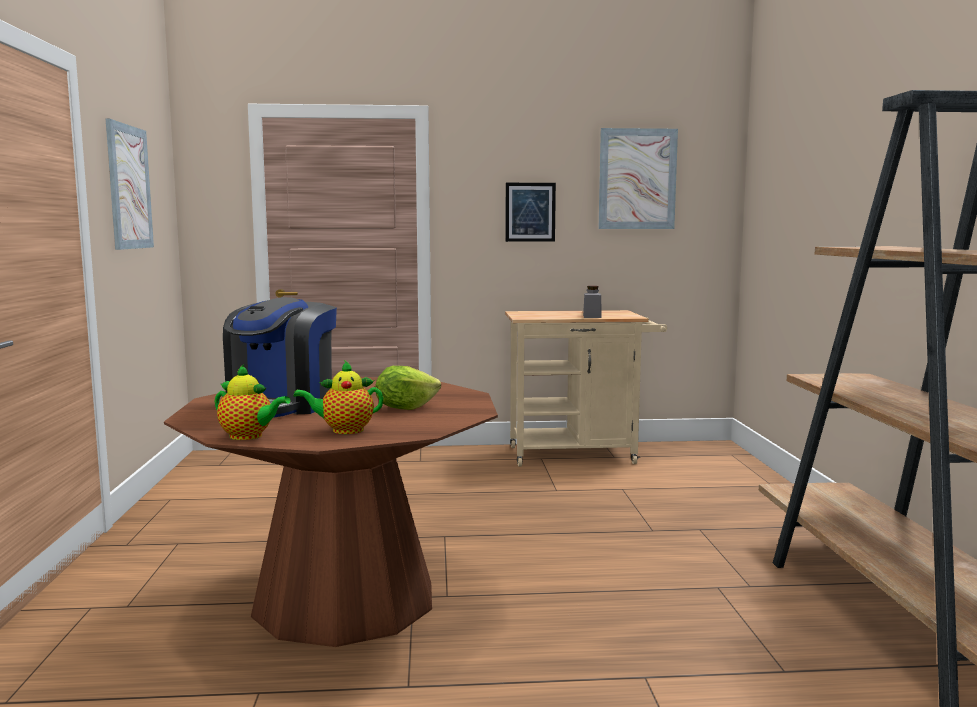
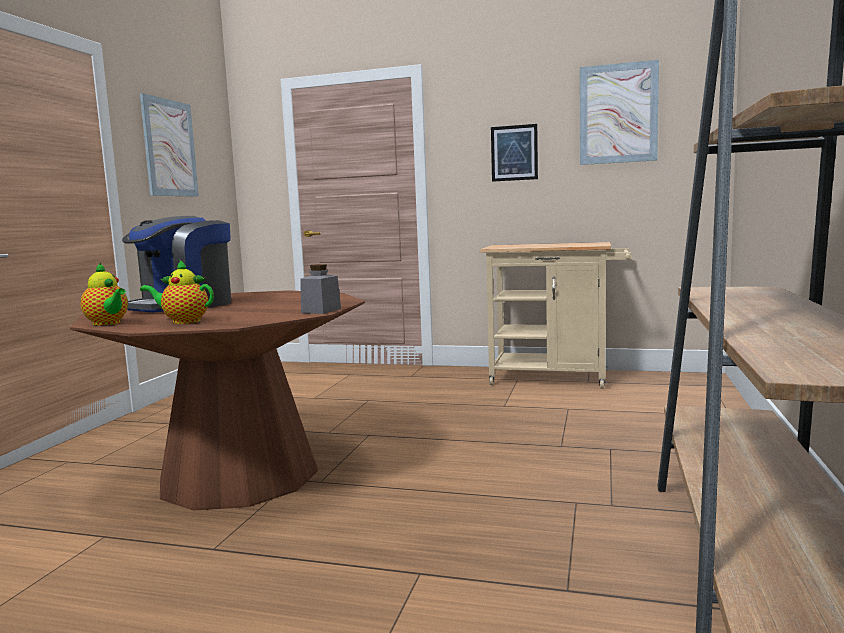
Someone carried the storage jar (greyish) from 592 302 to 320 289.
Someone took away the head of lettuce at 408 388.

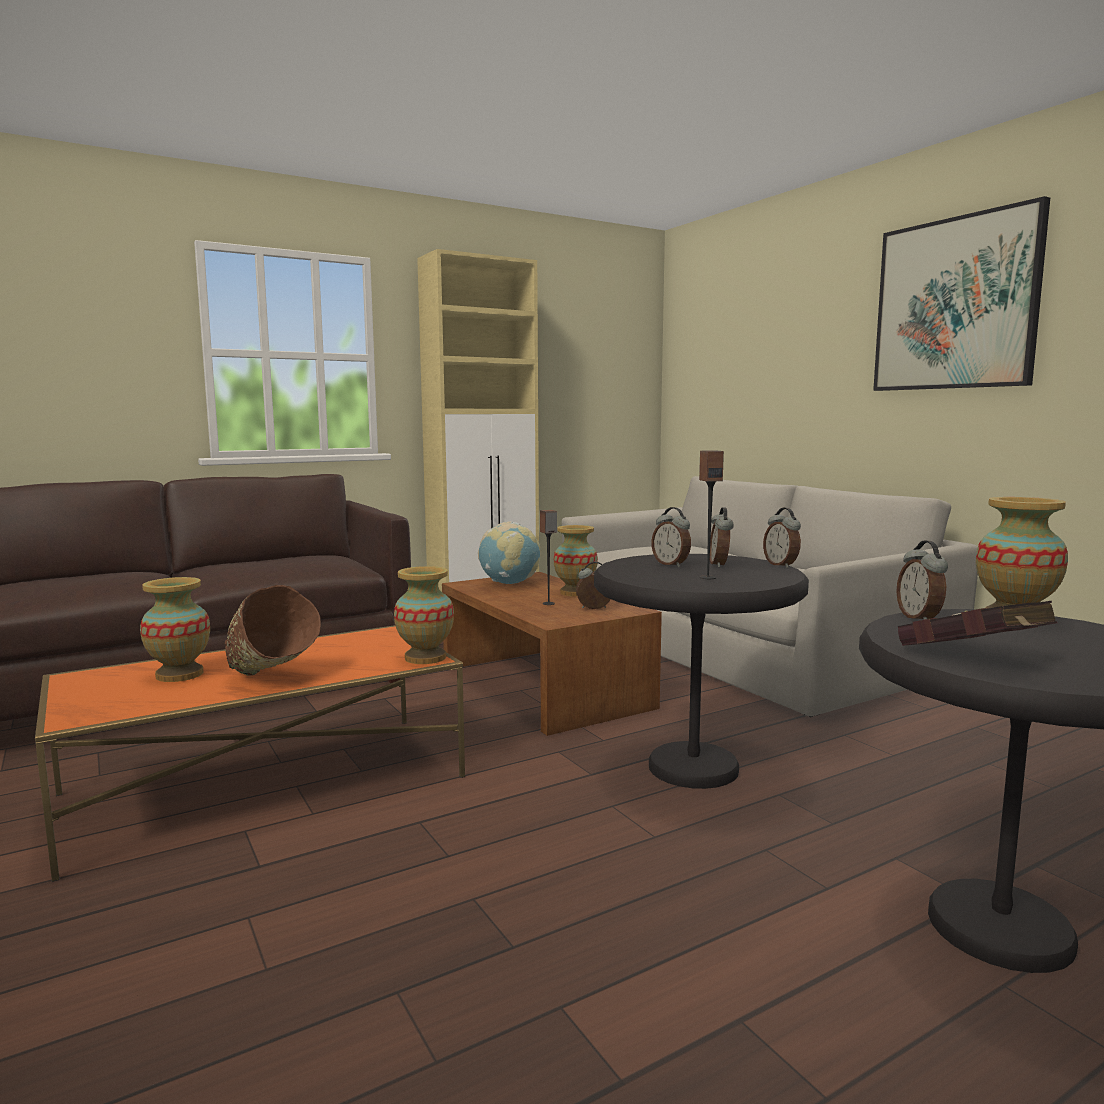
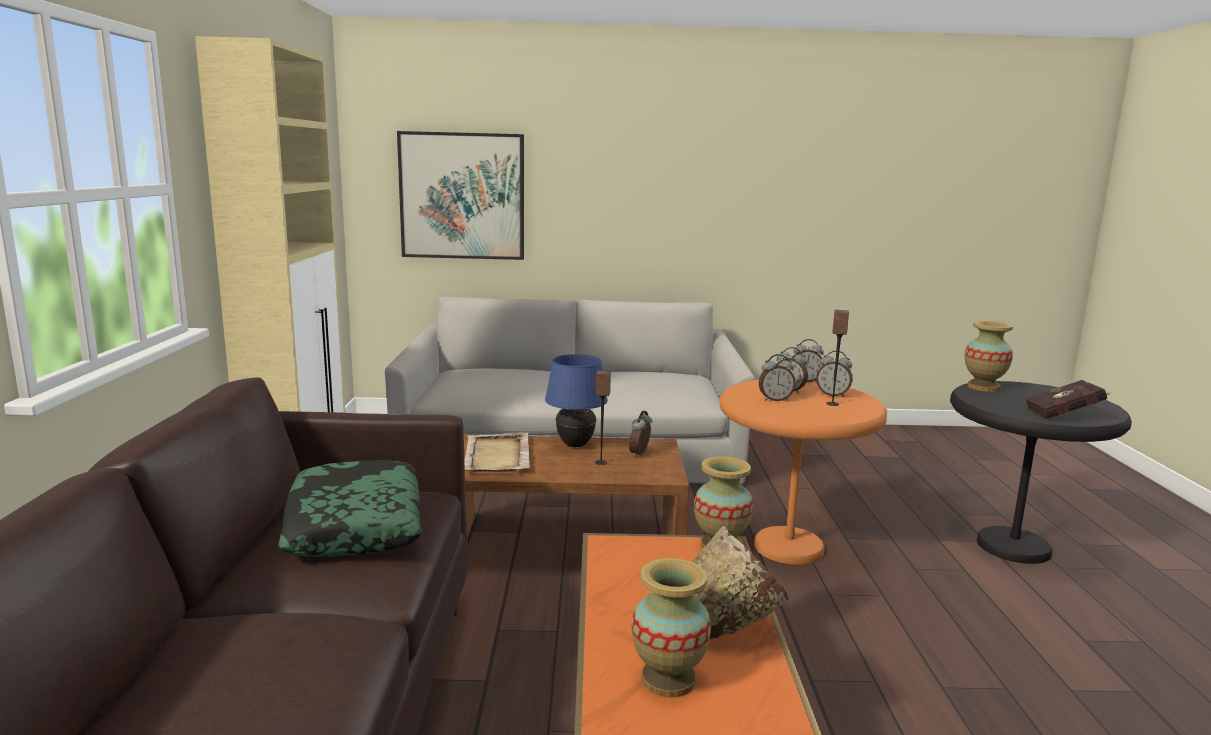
Someone carried the picture from 961 293 to 460 195.
Someone swapped the globe at 509 553 for the tray (sand-coloured) at 497 452.
Someone swapped the flower vase at 576 560 for the tabletop lamp (blue) at 576 400.
Someone carried the alarm clock from 922 580 to 834 374.
Someone repainted the side table (black) at 701 671, which became the side table (orange-coloured) at 803 472.
Someone put down the pillow at 350 509.

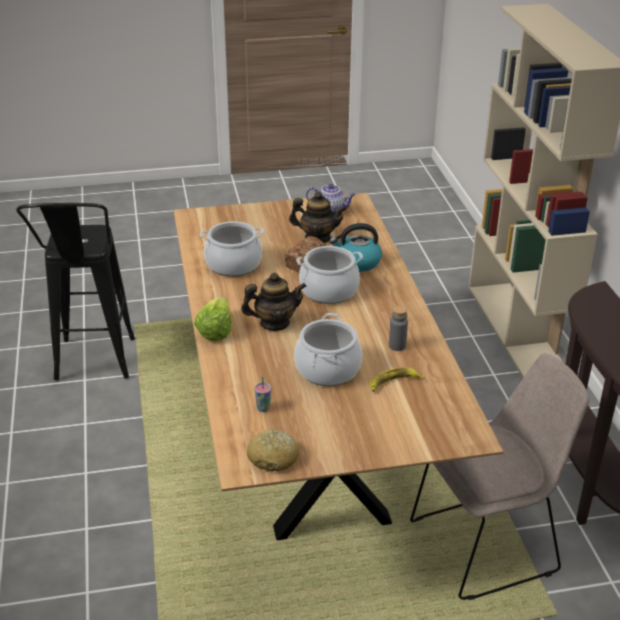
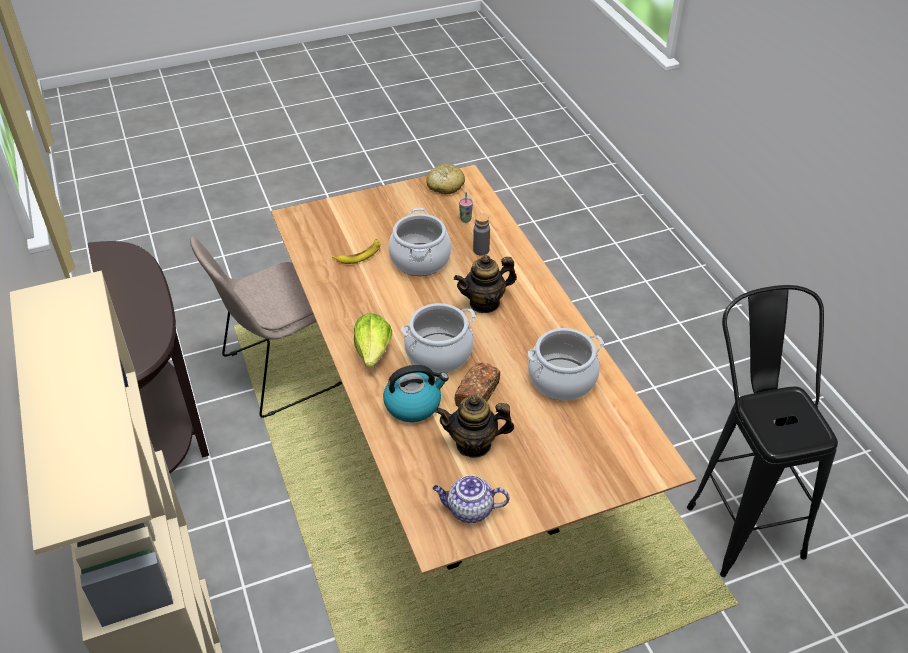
Someone carried the head of lettuce from 213 319 to 373 340.
Someone carried the beverage bottle (greyish) from 398 328 to 481 234.

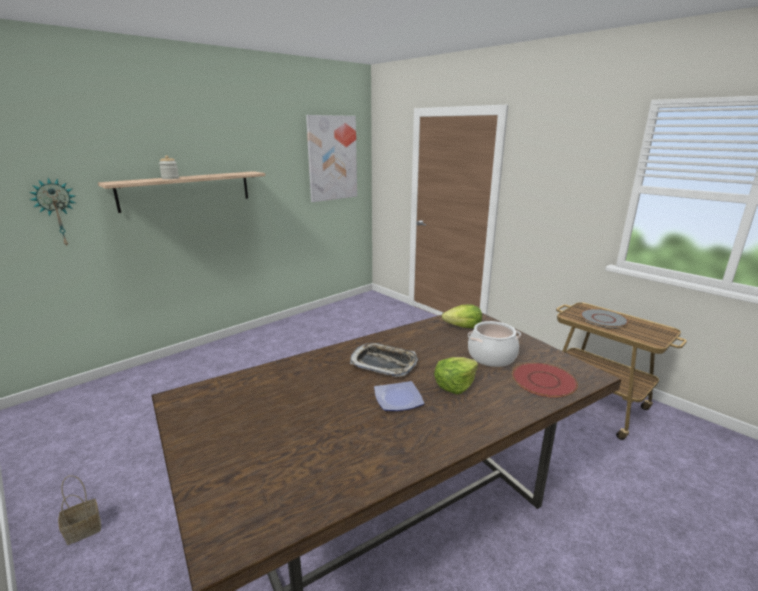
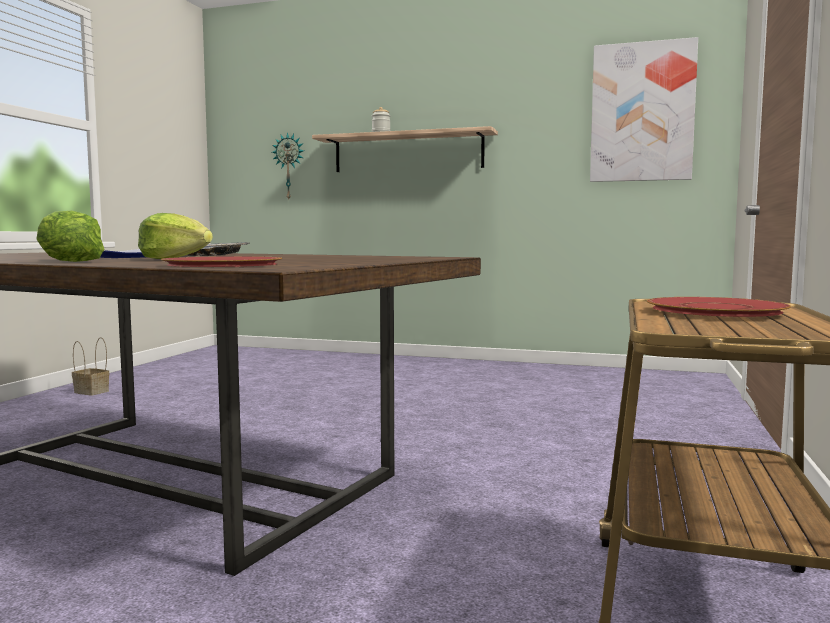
Someone carried the head of lettuce from 462 316 to 70 236.
Someone repainted the dinner plate (greyish) at 604 318, which became the dinner plate (red) at 719 307.
Someone took away the cooking pot at 494 344.

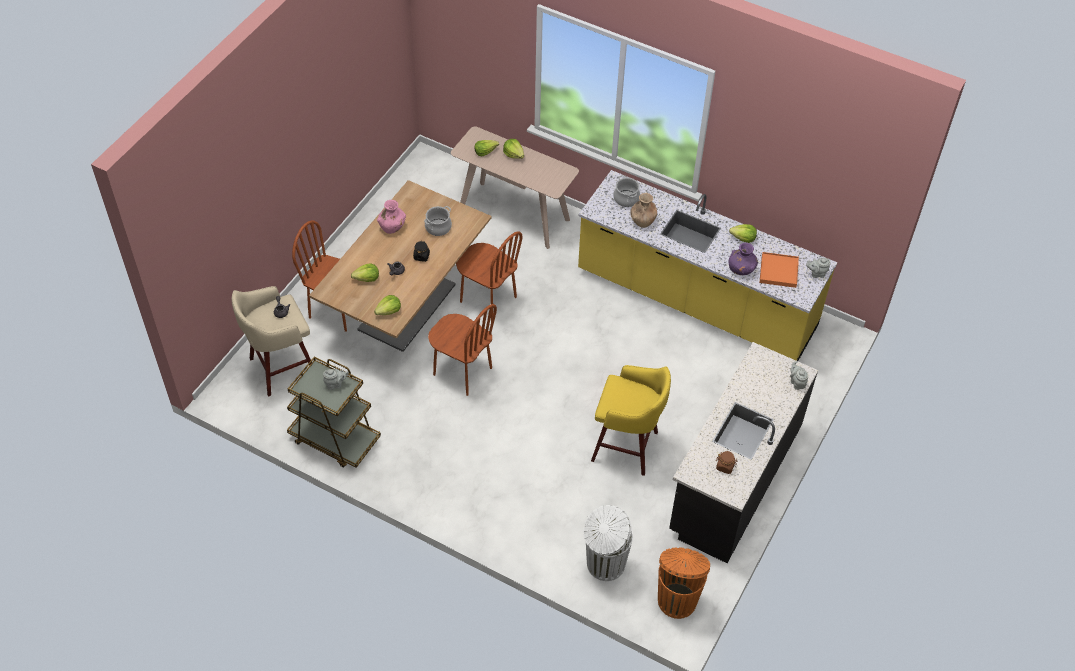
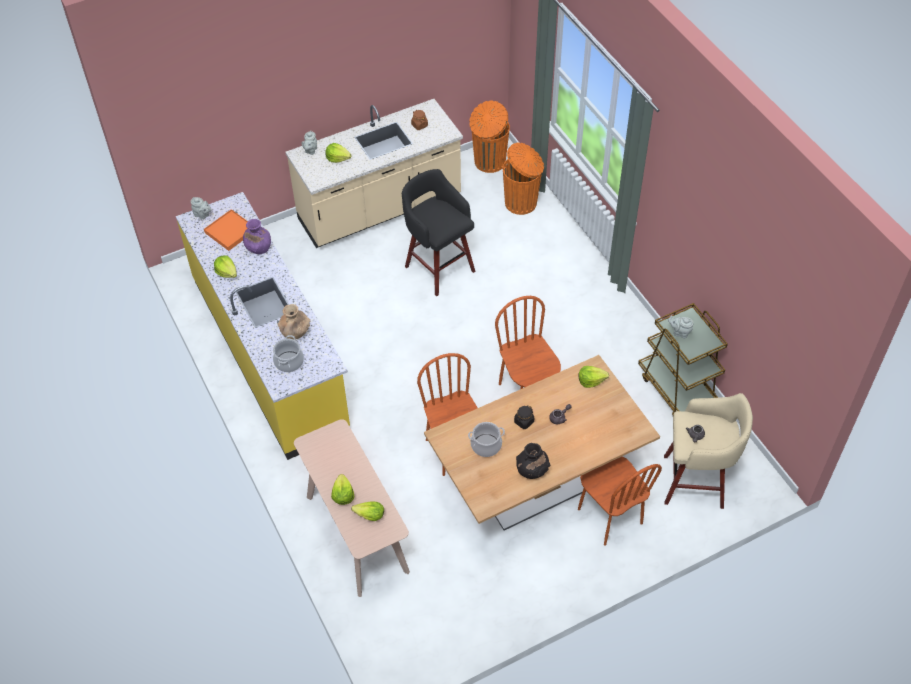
Someone repainted the flower vase (pinkish) at 391 217, which became the flower vase (black) at 533 461.
Someone carried the head of lettuce from 365 273 to 338 153.
Someone repainted the counter (black) at 743 452, which became the counter (sand-coloured) at 374 173.
Someone repainted the stool seat (yellow-coloured) at 631 420, which became the stool seat (black) at 438 232.
Someone repainted the rubbish bin (whitish) at 608 543, which became the rubbish bin (orange-coloured) at 523 179.

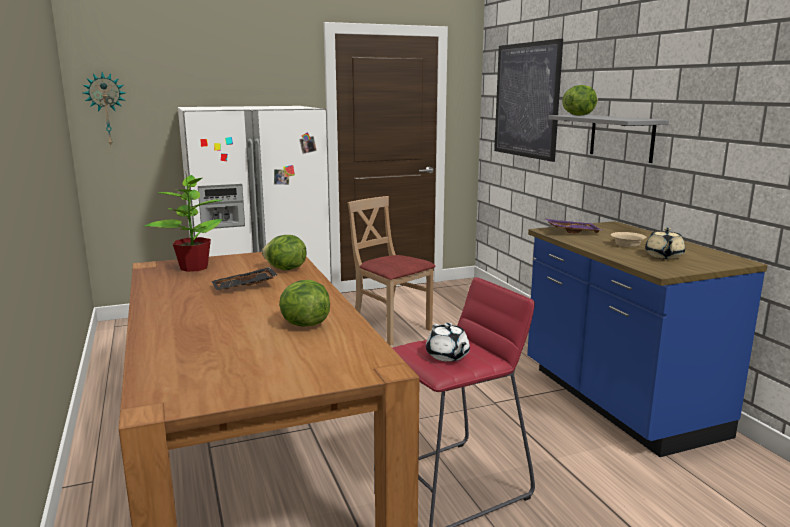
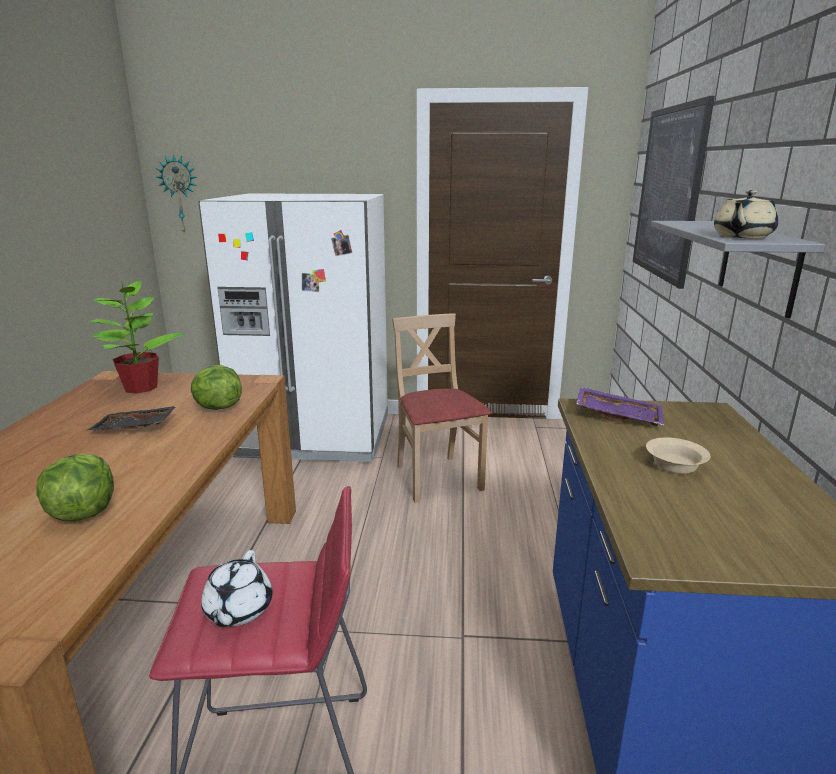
Someone took away the head of lettuce at 580 100.
Someone carried the teapot (sand-coloured) from 665 243 to 746 214.

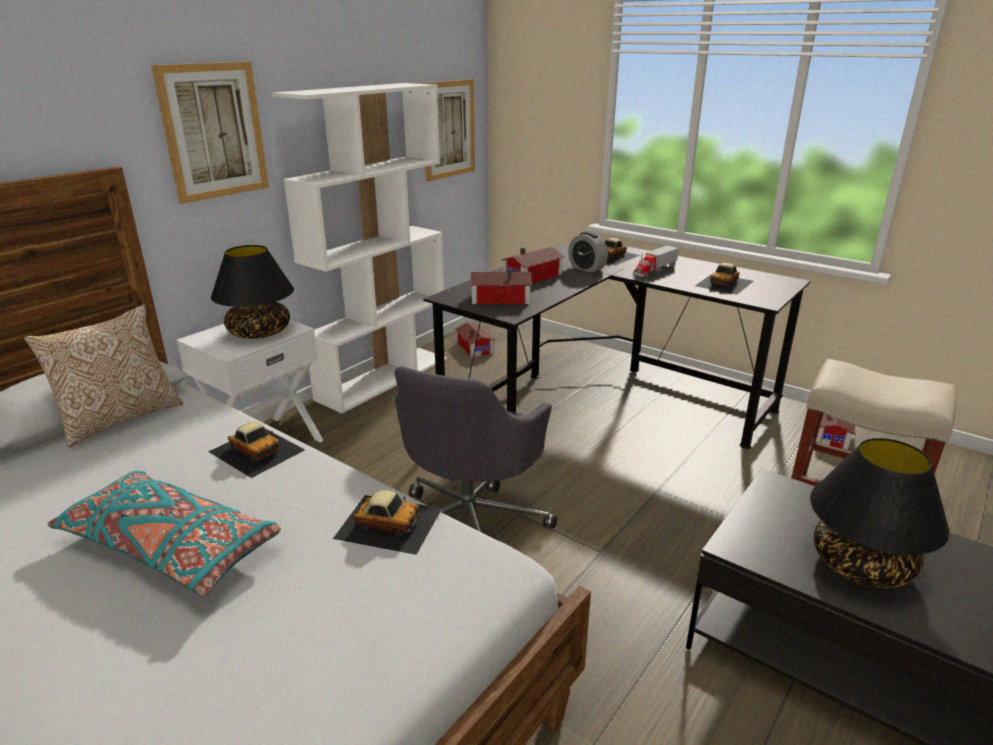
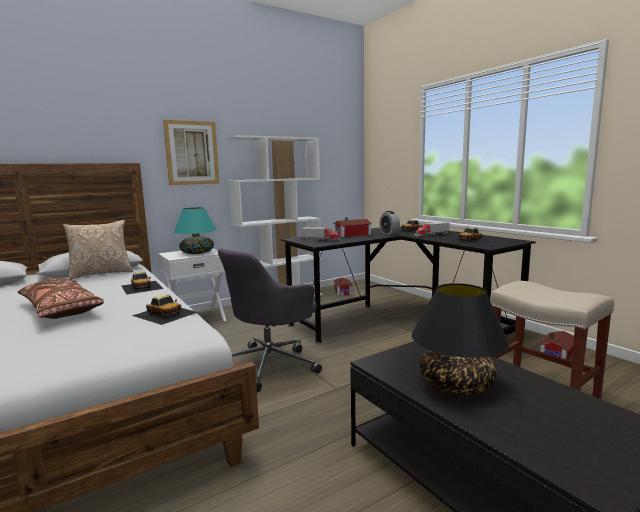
Someone took away the picture at 448 130.
Someone repainted the tabletop lamp (black) at 252 292, which became the tabletop lamp (turquoise-coloured) at 195 230.
Someone swapped the toy house at 501 287 for the model truck at 320 234.
Someone repainted the pillow (turquoise-coloured) at 164 534, which became the pillow (brown) at 61 298.

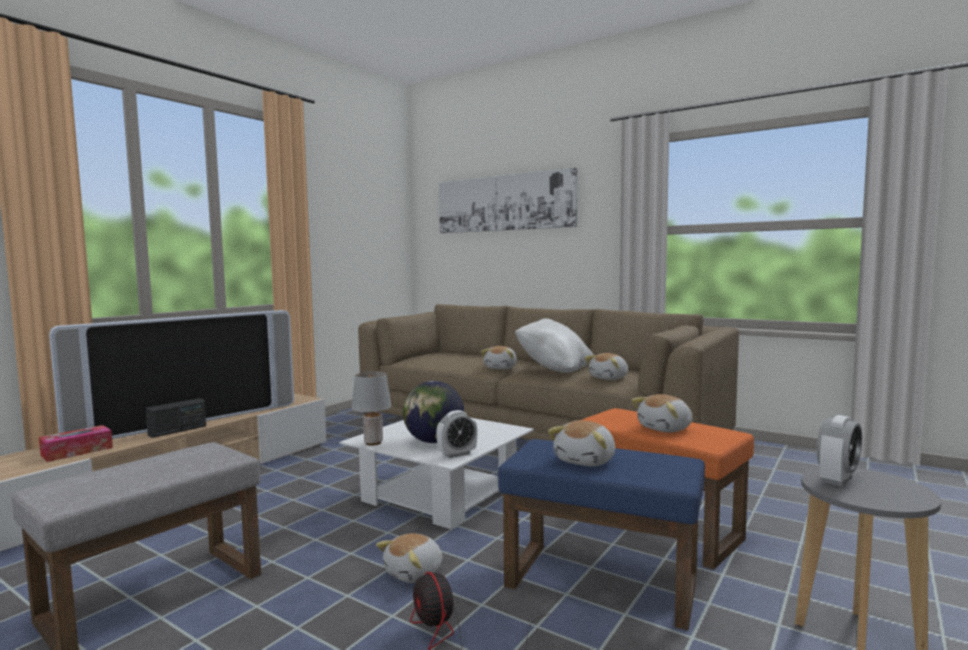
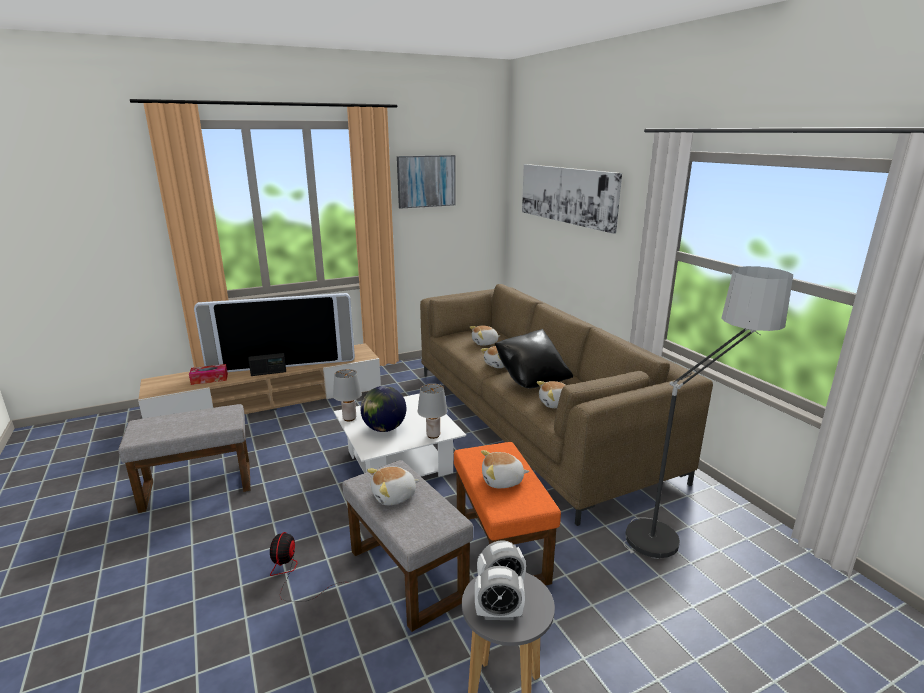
Someone repainted the pillow (whitish) at 554 345, which became the pillow (black) at 534 359.
Someone carried the alarm clock from 456 434 to 500 593.
Someone repainted the ottoman (blue) at 601 535, which became the ottoman (greyish) at 407 546.
Someone carried the plush toy from 409 558 to 485 335.
Someone put up the picture at 426 182.
Someone put down the standard lamp at 708 412.
Someone put down the tabletop lamp (greyish) at 432 411.

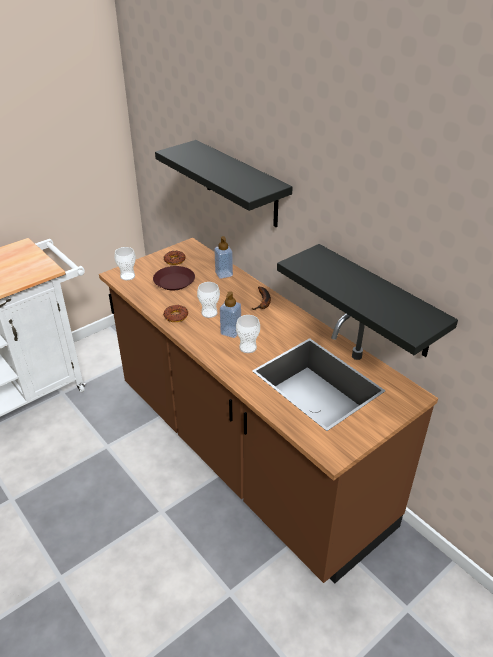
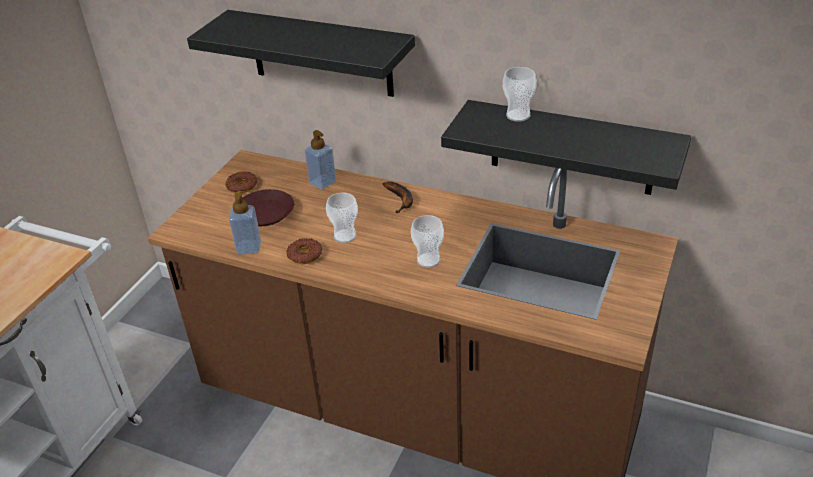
Someone carried the cup from 125 263 to 520 94.
Someone carried the liquid soap bottle from 230 314 to 245 224.

